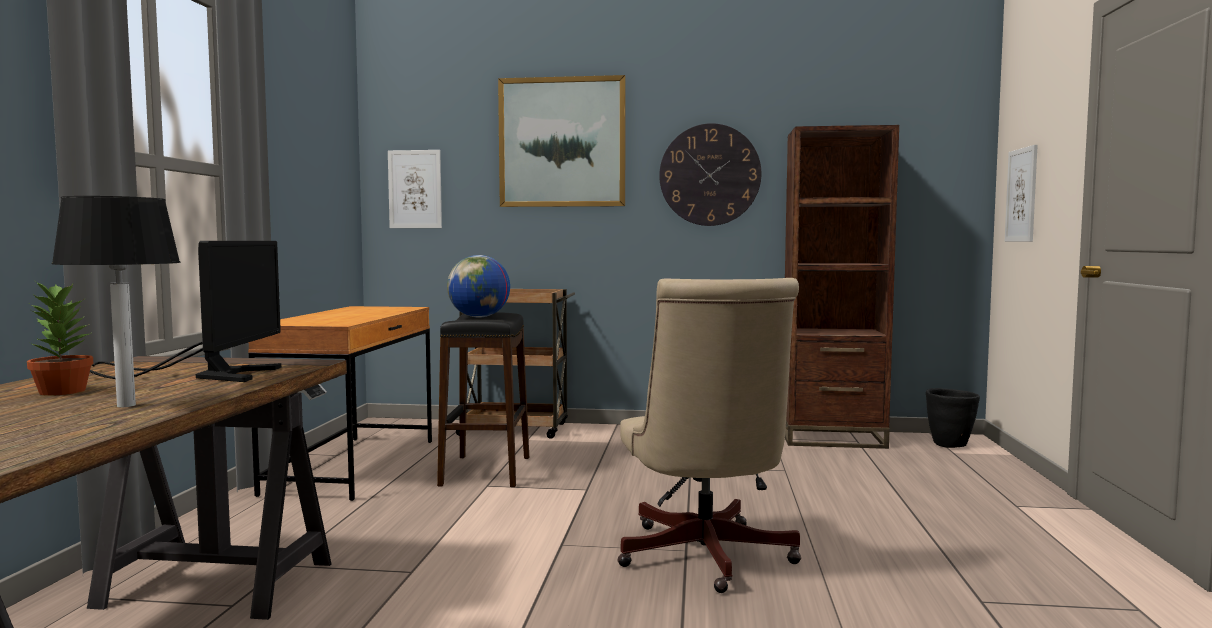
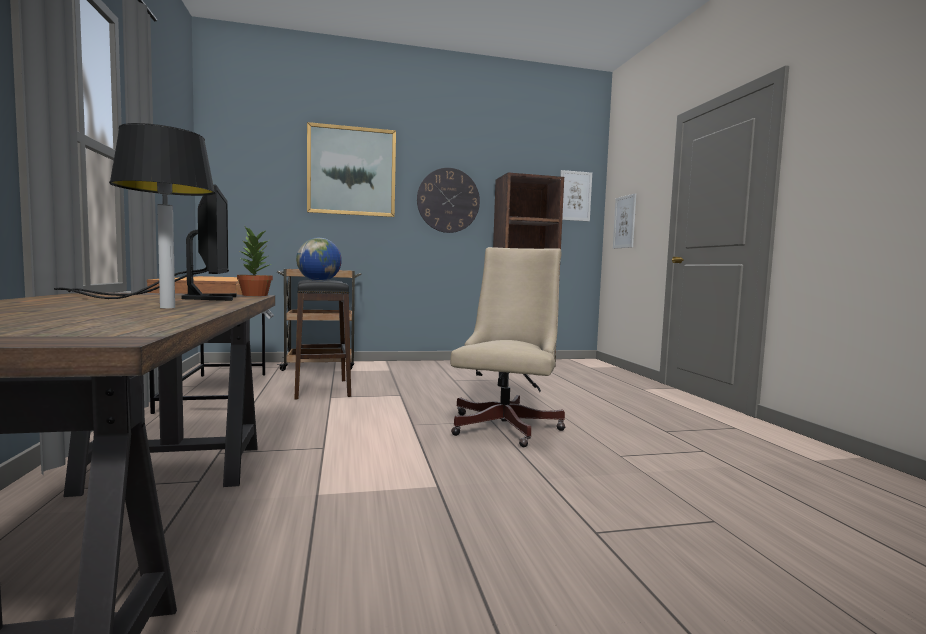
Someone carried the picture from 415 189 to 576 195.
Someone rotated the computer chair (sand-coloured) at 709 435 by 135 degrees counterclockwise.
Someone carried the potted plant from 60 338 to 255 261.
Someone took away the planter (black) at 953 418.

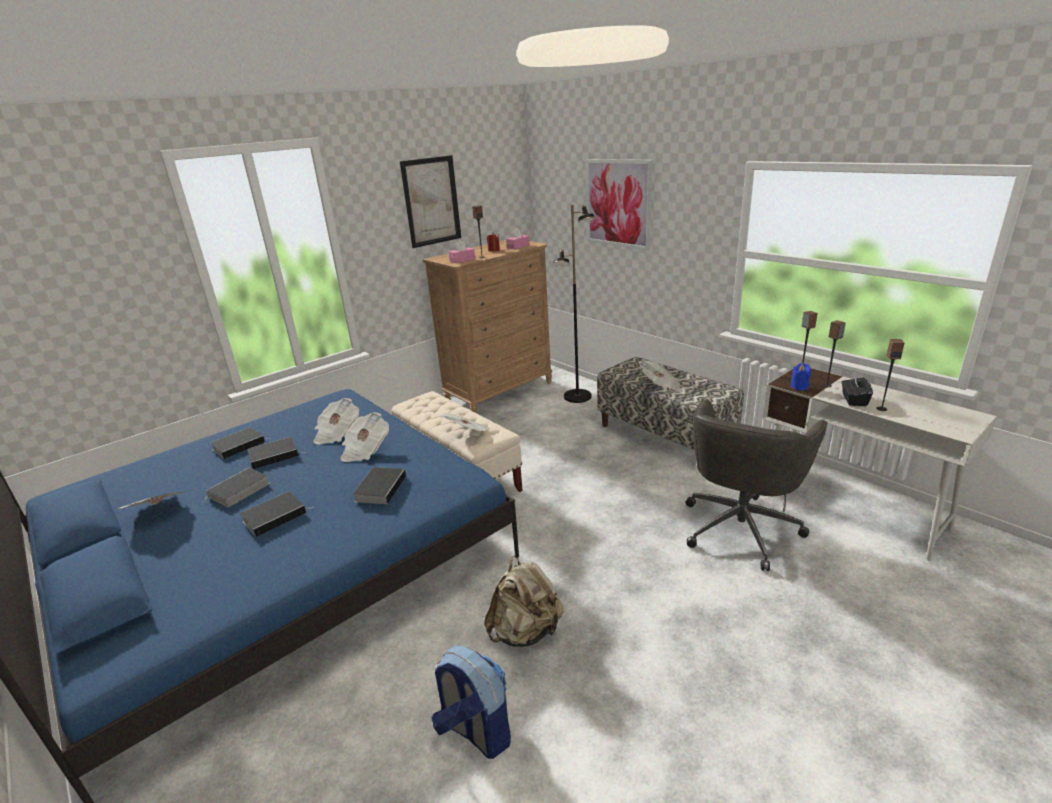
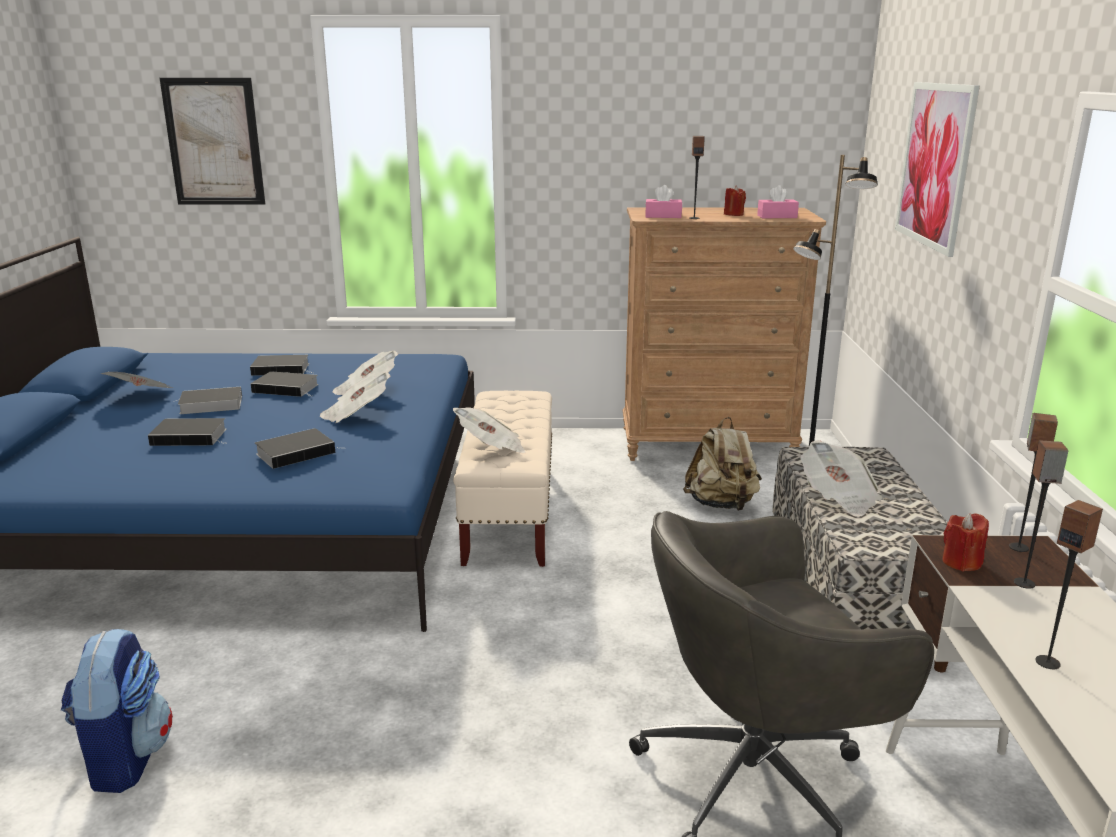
Someone carried the picture from 430 201 to 212 141.
Someone repainted the wax light (blue) at 801 376, which became the wax light (red) at 965 542.
Someone took away the tissue holder (black) at 857 390.
Someone carried the knapsack (sand-coloured) from 523 601 to 722 464.

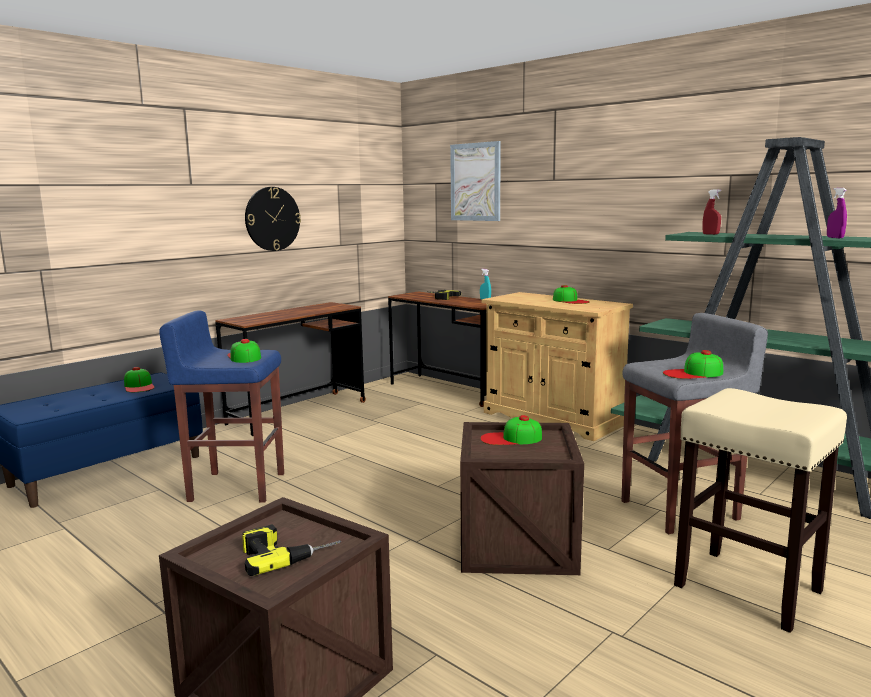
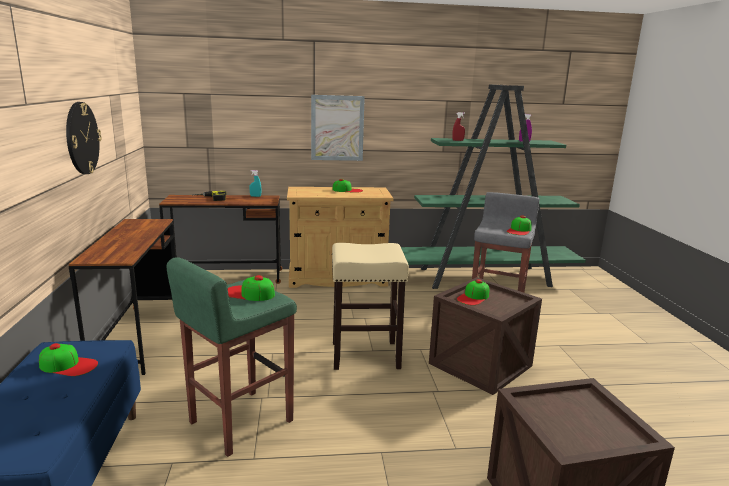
Someone carried the picture from 475 181 to 338 128.
Someone repainted the stool seat (blue) at 221 406, which became the stool seat (green-coloured) at 232 357.
Someone carried the stool seat (sand-coloured) from 760 510 to 370 306.
Someone took away the electric drill at 291 550.

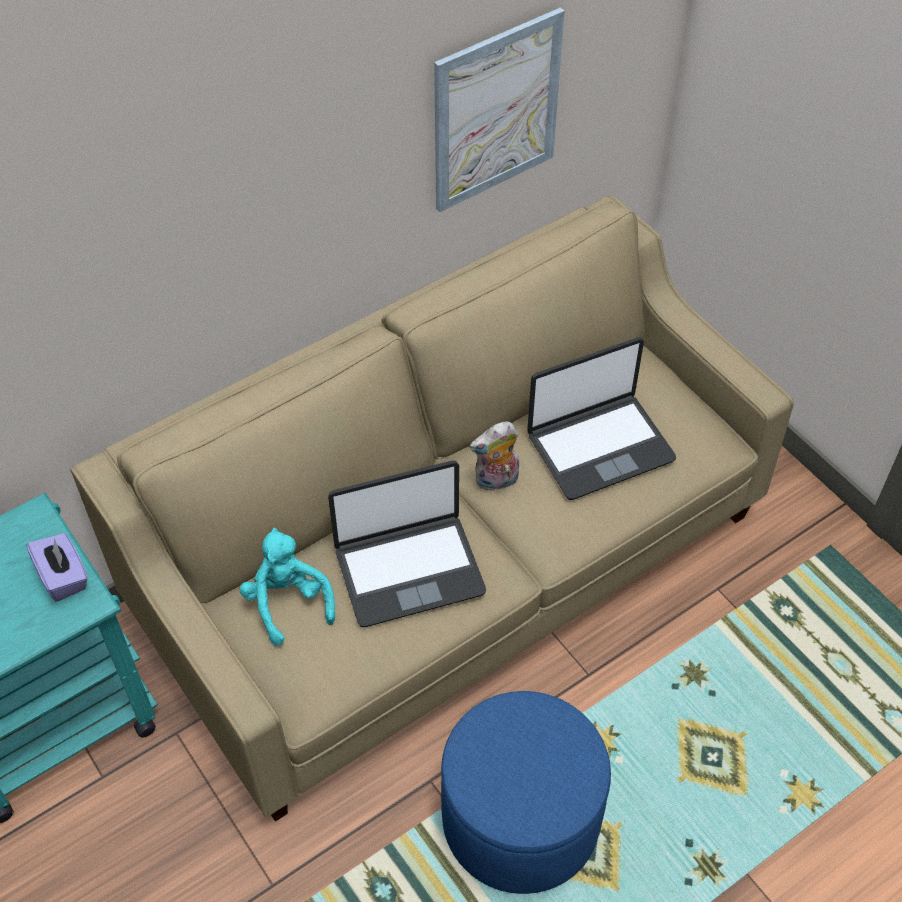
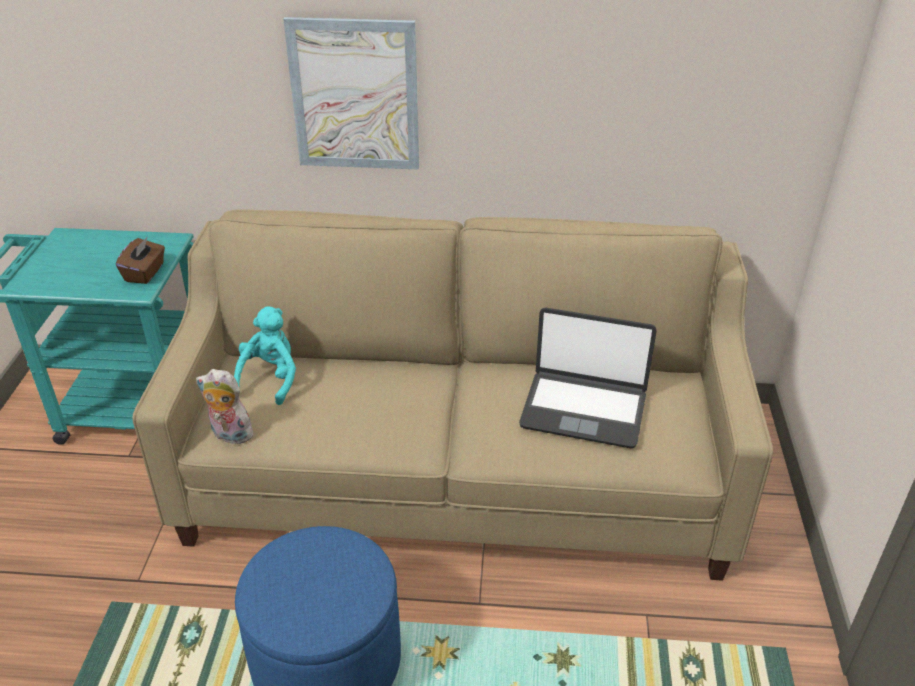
Someone carried the picture from 499 109 to 351 93.
Someone carried the plush toy from 494 456 to 224 406.
Someone took away the notebook computer at 407 544.
Someone repainted the tissue holder (purple-coloured) at 57 567, which became the tissue holder (brown) at 140 261.

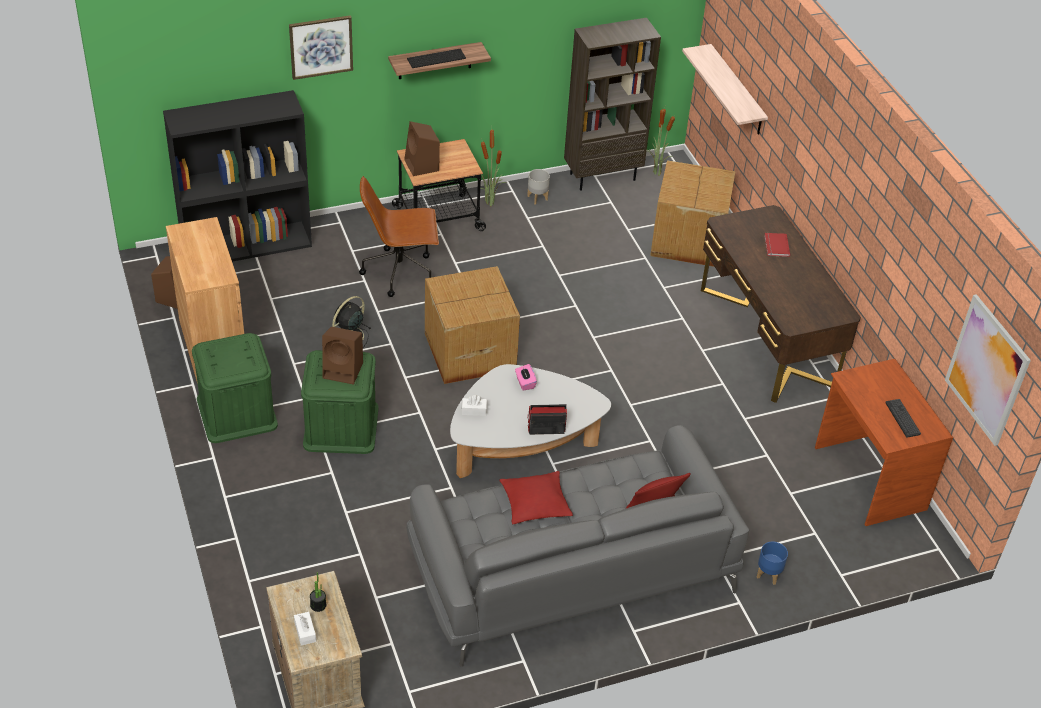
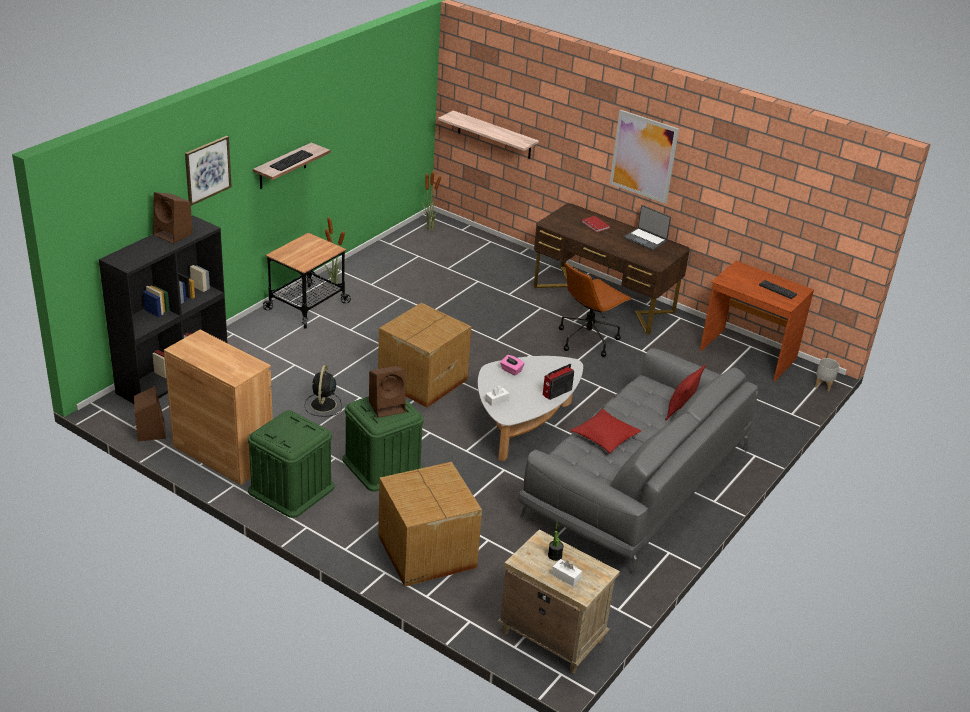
Someone took away the shelving unit (brown) at 612 104.
Someone carried the speaker (brown) from 422 148 to 173 218.
Someone carried the cardboard box from 693 213 to 430 524.
Someone carried the planter (greyish) from 538 187 to 827 374.
Someone carried the computer chair (brown) from 399 236 to 595 309.
Someone carried the picture from 988 370 to 644 157.
Someone took away the planter (blue) at 772 563.
Someone put down the notebook computer at 647 228.

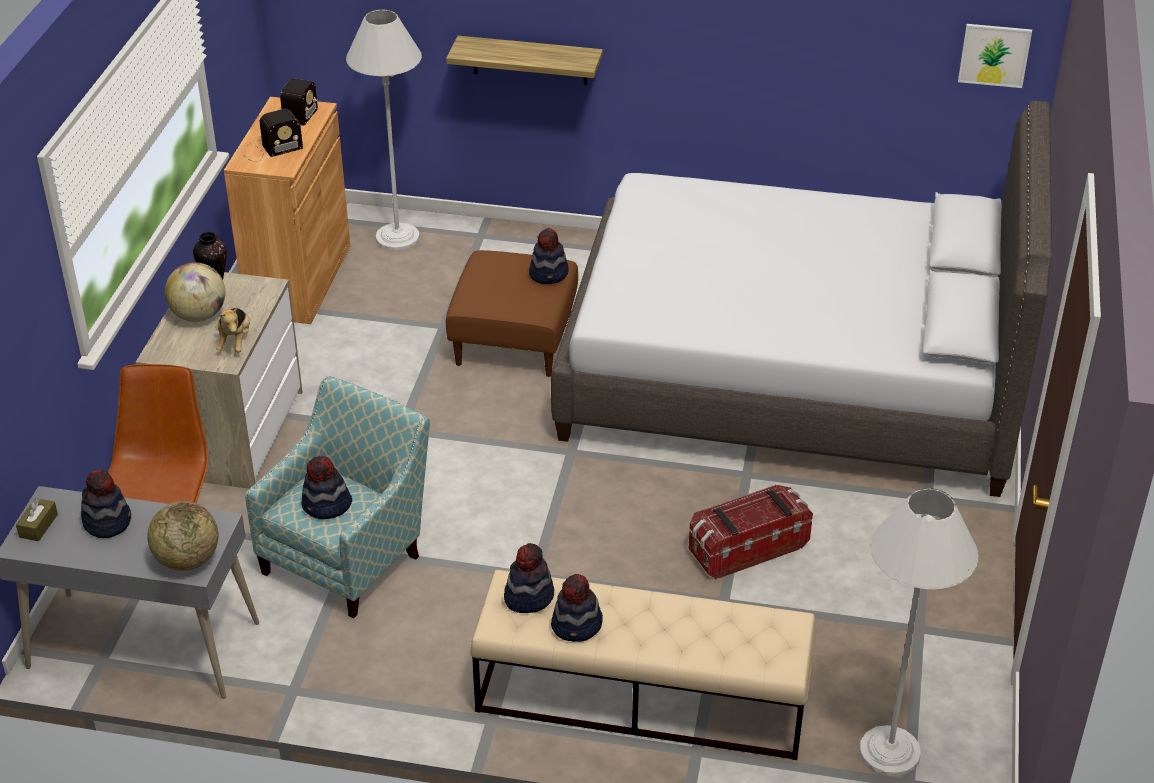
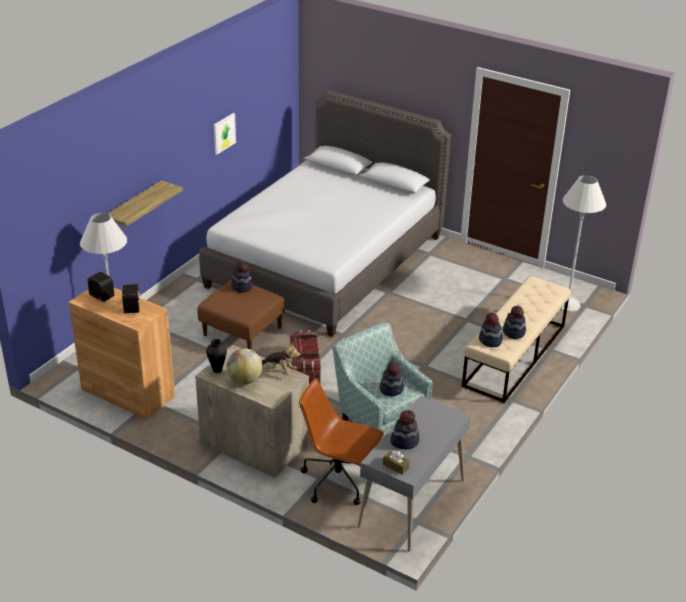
Someone carried the picture from 995 56 to 225 134.
Someone carried the storage container from 751 532 to 305 357.
Someone took away the globe at 183 536.

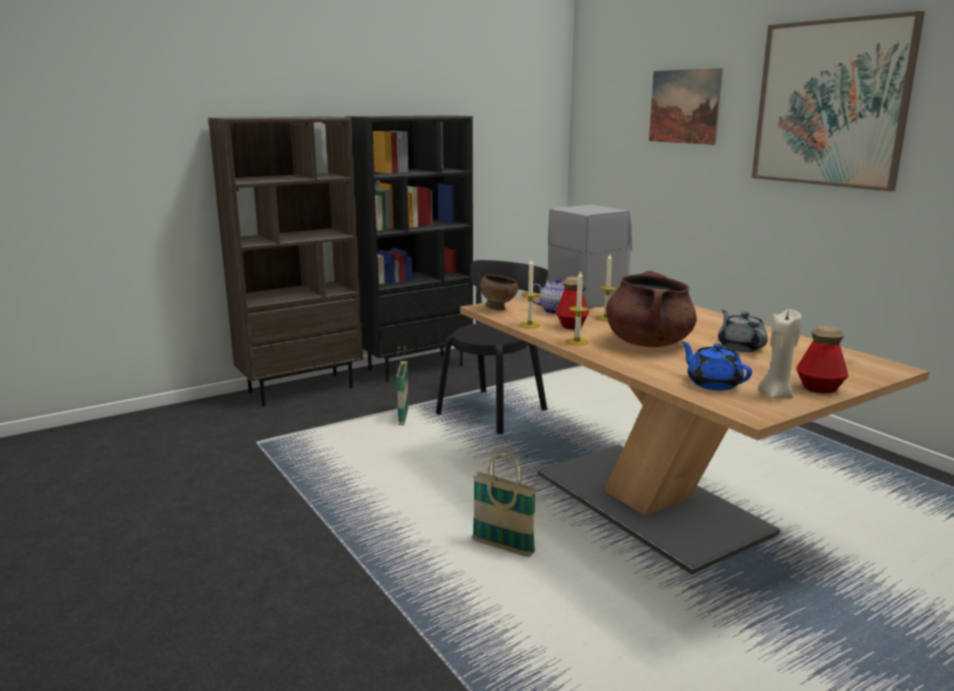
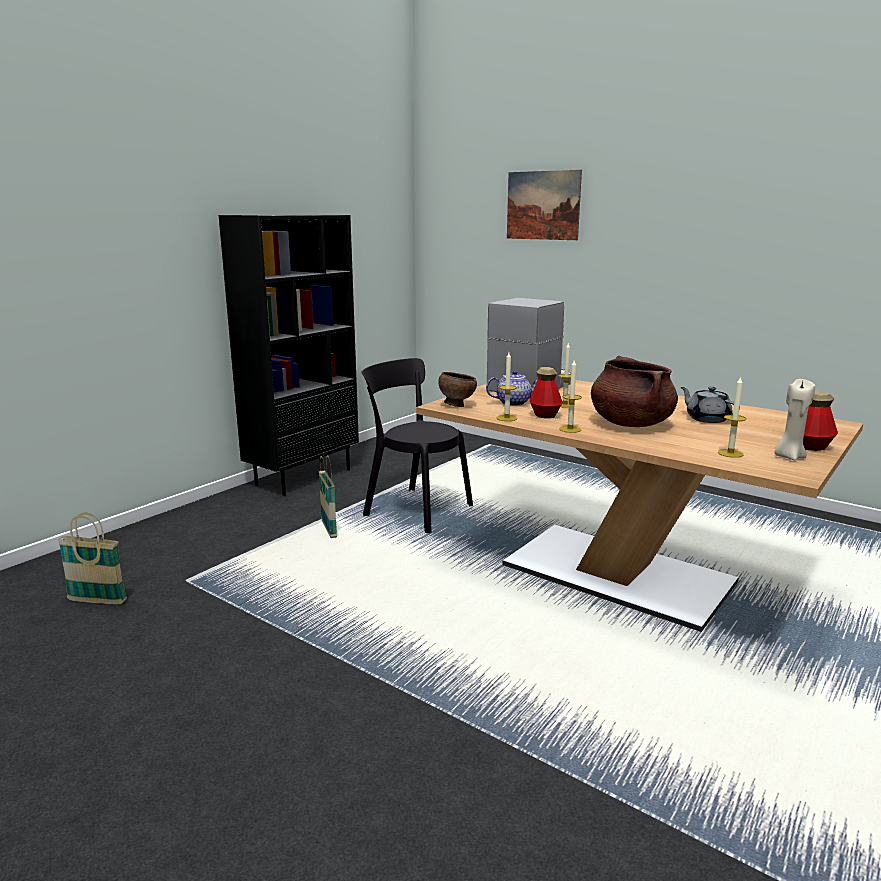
Someone took away the picture at 838 101.
Someone took away the shelving unit (brown) at 285 261.
Someone rotated the upright chair (black) at 492 347 by 75 degrees counterclockwise.
Someone swapped the teapot (blue) at 716 365 for the wax light at 732 417.
Someone carried the storage basket from 504 504 to 92 558.

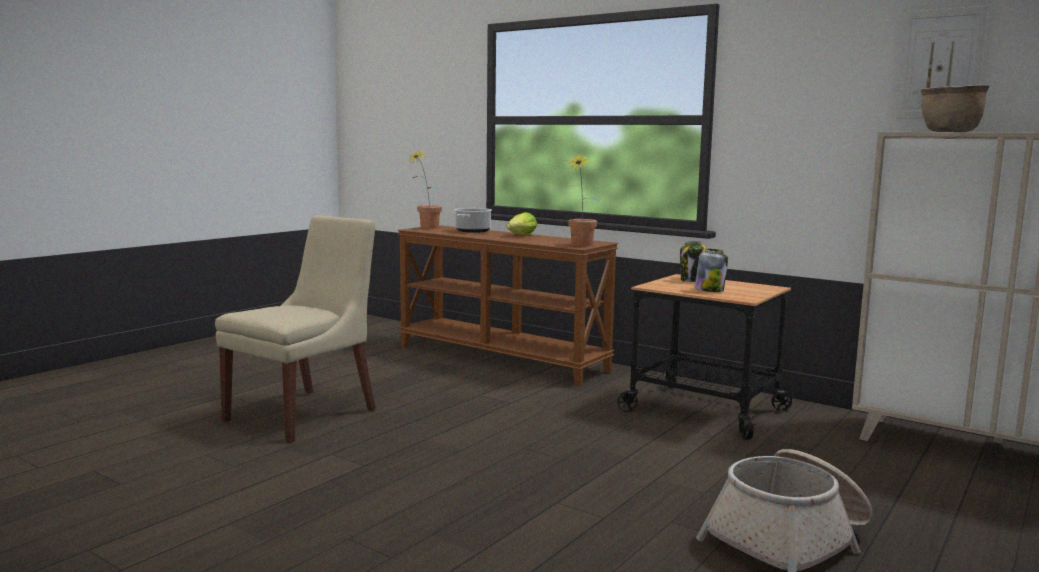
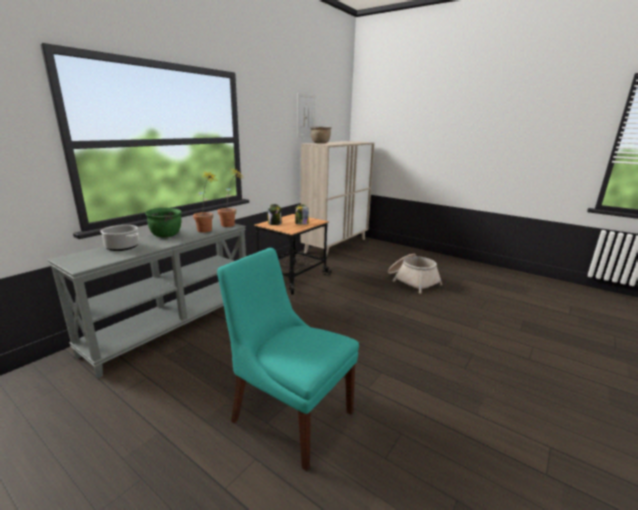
Someone carried the potted plant from 425 189 to 206 201.
Someone swapped the head of lettuce at 521 223 for the cooking pot (green-coloured) at 163 222.
Someone repainted the upright chair (sand-coloured) at 295 329, which became the upright chair (turquoise-coloured) at 288 359.
Someone repainted the hall table (brown) at 508 305, which became the hall table (greyish) at 147 298.

